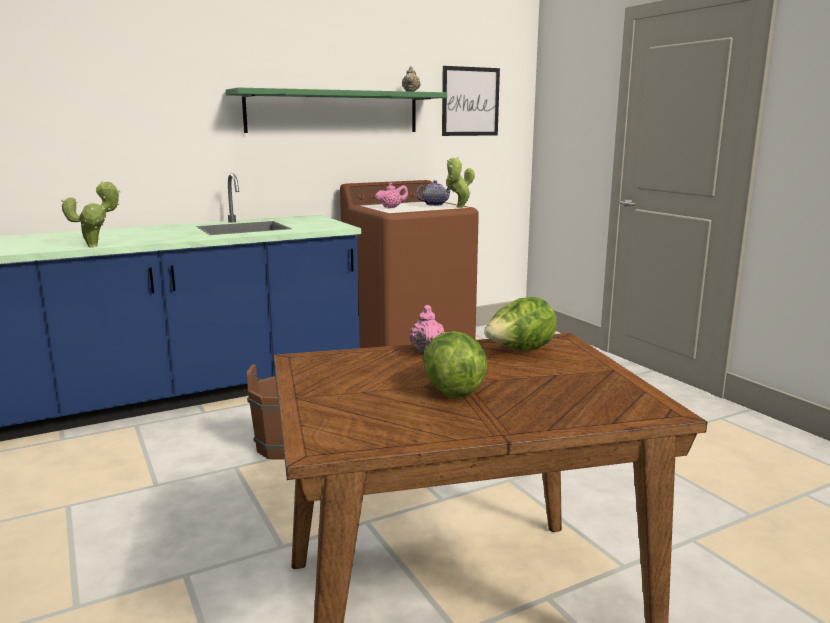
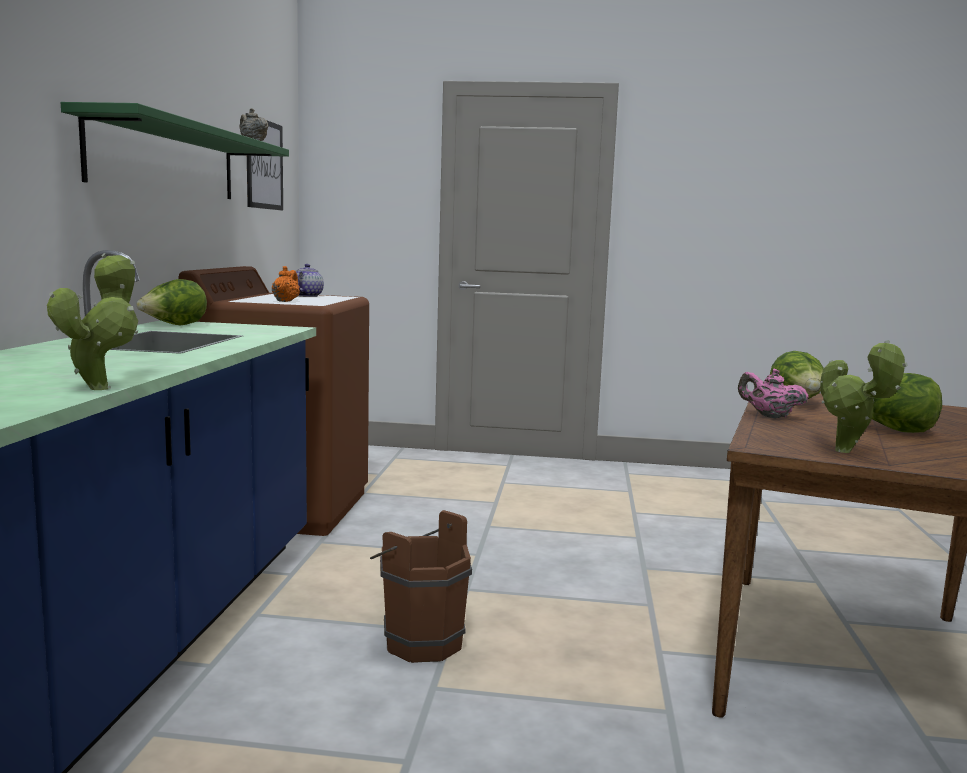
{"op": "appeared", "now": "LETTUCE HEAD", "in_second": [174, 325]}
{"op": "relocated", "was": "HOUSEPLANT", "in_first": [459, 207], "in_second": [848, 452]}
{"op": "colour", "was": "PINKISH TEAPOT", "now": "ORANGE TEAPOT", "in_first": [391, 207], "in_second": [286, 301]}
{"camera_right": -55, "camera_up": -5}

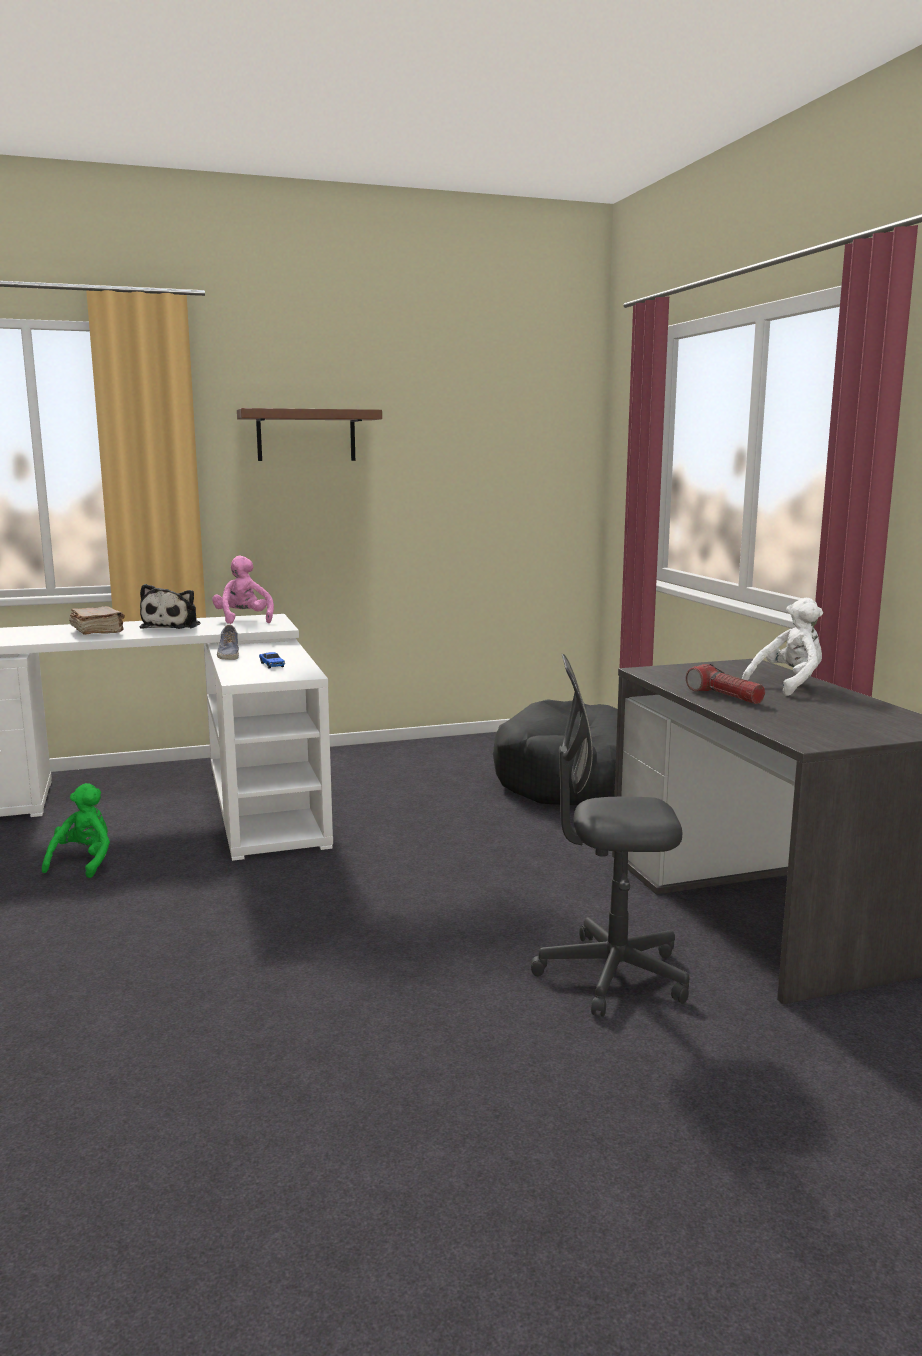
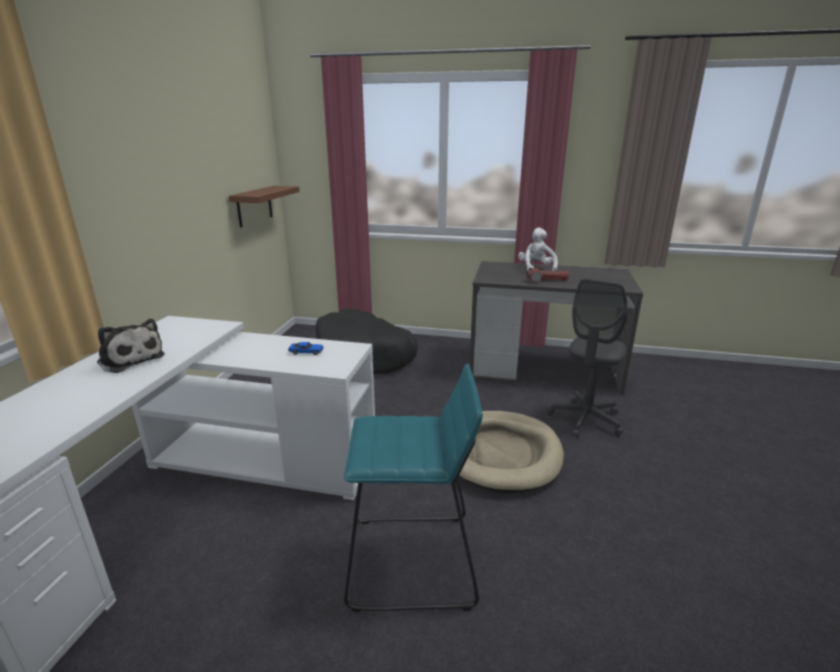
{"op": "missing", "was": "GREEN CUDDLY TOY", "in_first": [84, 862]}
{"op": "missing", "was": "BROWN BOOK", "in_first": [98, 632]}
{"op": "missing", "was": "PINKISH CUDDLY TOY", "in_first": [243, 620]}
{"op": "missing", "was": "ITEM OF FOOTWEAR", "in_first": [228, 654]}
{"op": "appeared", "now": "TURQUOISE STOOL", "in_second": [411, 561]}
{"op": "appeared", "now": "SAND-COLOURED DOG BED", "in_second": [502, 454]}
{"op": "relocated", "was": "BROWN SHELF", "in_first": [306, 435], "in_second": [254, 206]}
{"camera_right": -60, "camera_up": 10}

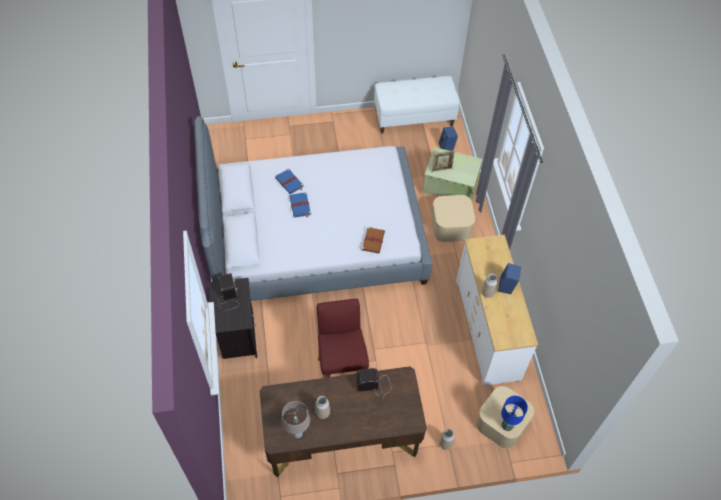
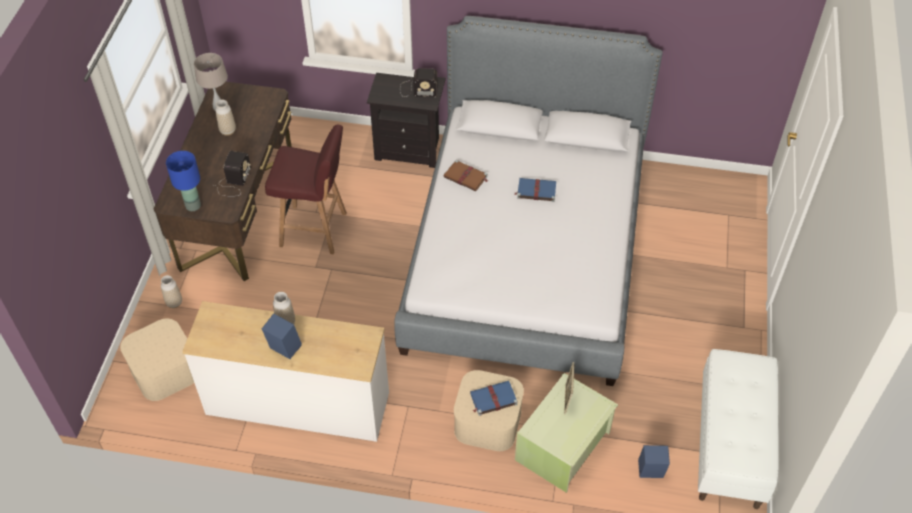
{"op": "relocated", "was": "BLUE BOOK", "in_first": [289, 182], "in_second": [492, 399]}
{"op": "relocated", "was": "BROWN BOOK", "in_first": [373, 240], "in_second": [466, 177]}
{"op": "relocated", "was": "BLUE TABLE LAMP", "in_first": [507, 426], "in_second": [192, 206]}
{"camera_right": 110, "camera_up": -5}

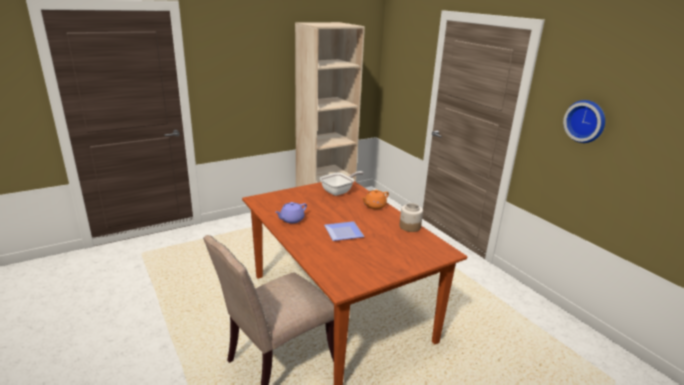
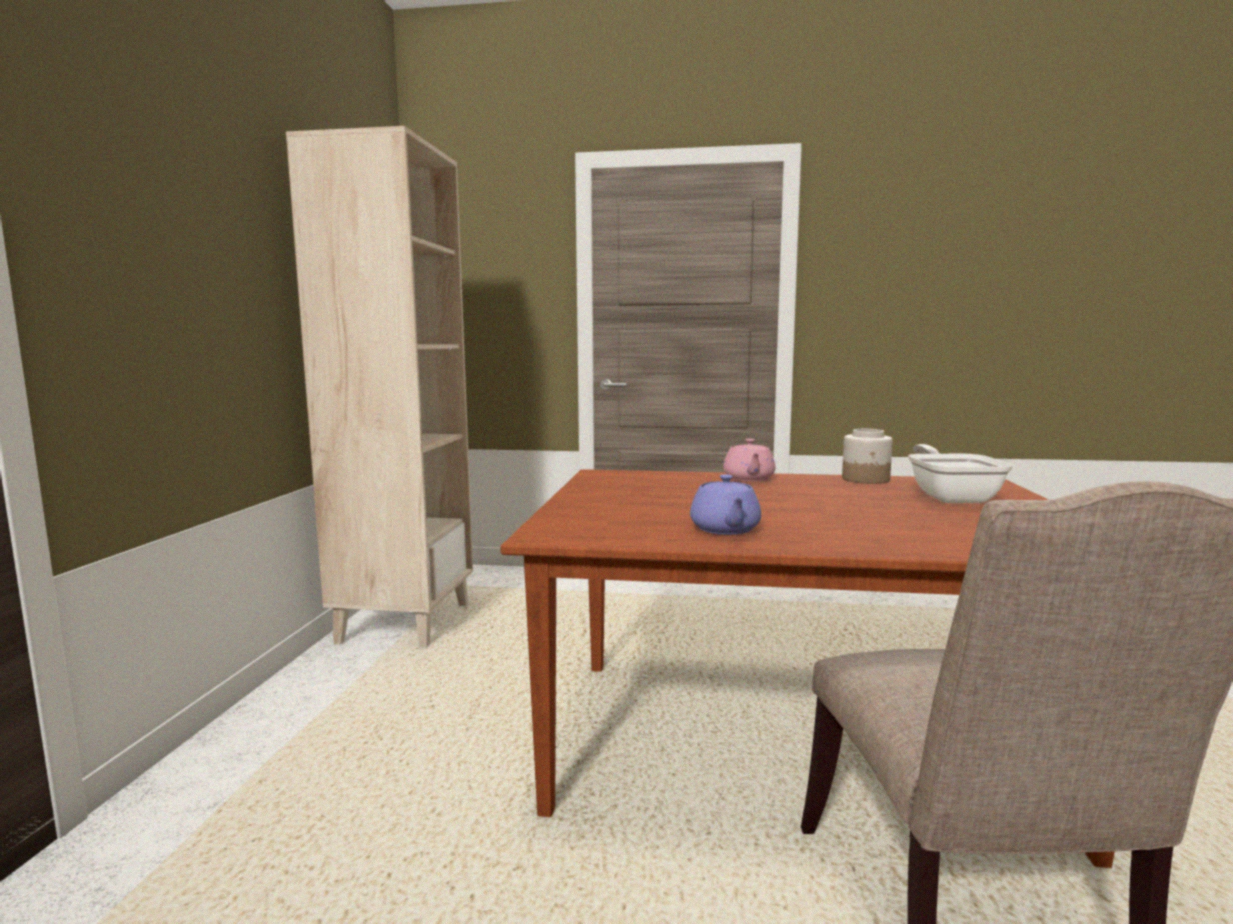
{"op": "missing", "was": "FLAT DISH", "in_first": [344, 232]}
{"op": "missing", "was": "HANGING CLOCK", "in_first": [586, 121]}
{"op": "relocated", "was": "FRYING PAN", "in_first": [339, 191], "in_second": [951, 497]}
{"op": "colour", "was": "ORANGE TEAPOT", "now": "PINKISH TEAPOT", "in_first": [374, 206], "in_second": [749, 479]}
{"camera_right": -50, "camera_up": -15}

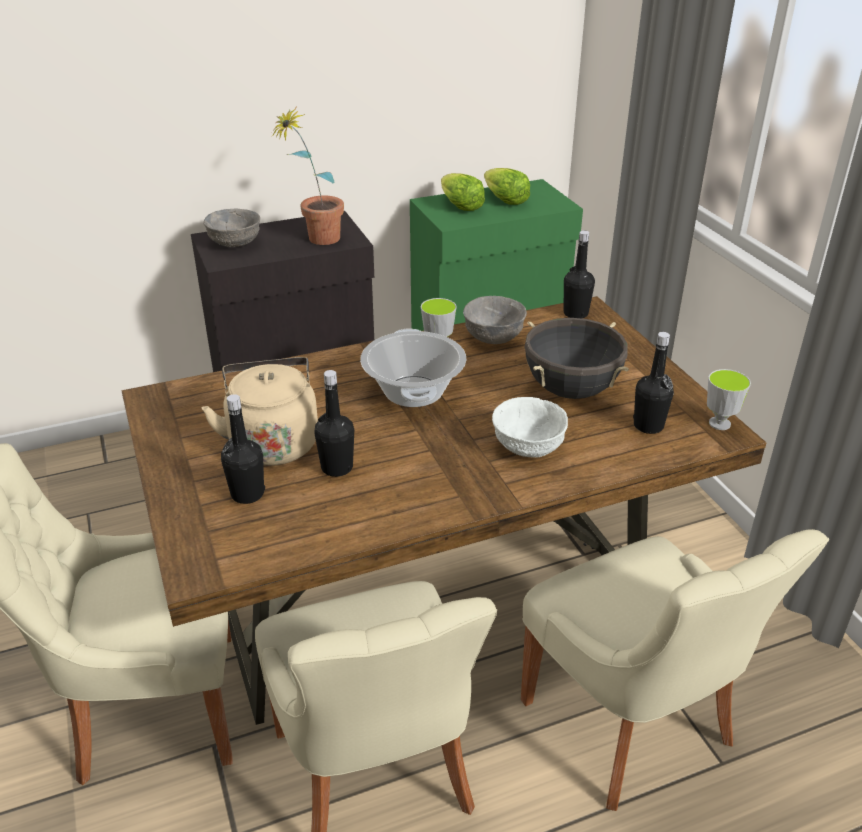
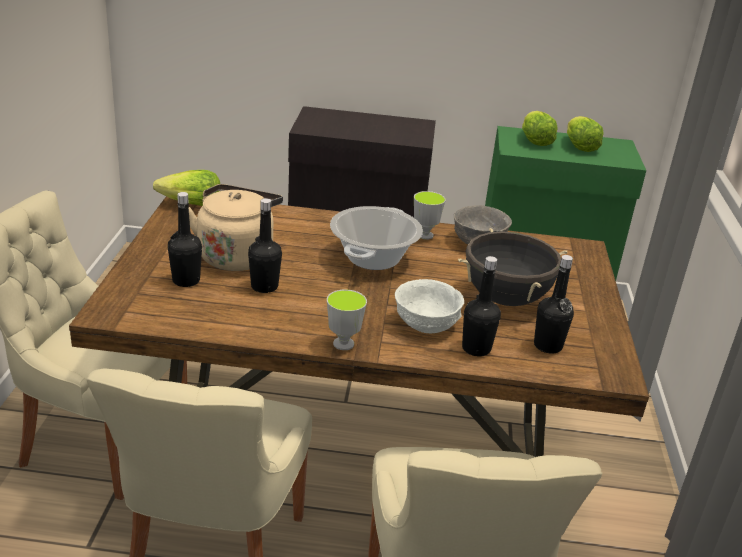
{"op": "missing", "was": "GREYISH DEEP DISH", "in_first": [234, 244]}
{"op": "missing", "was": "HOUSEPLANT", "in_first": [316, 241]}
{"op": "appeared", "now": "LETTUCE HEAD", "in_second": [190, 204]}
{"op": "relocated", "was": "BLACK-COLOURED DRINK BOTTLE", "in_first": [575, 313], "in_second": [476, 348]}
{"op": "relocated", "was": "SMALL CUP", "in_first": [719, 423], "in_second": [343, 344]}
{"camera_right": 25, "camera_up": -5}

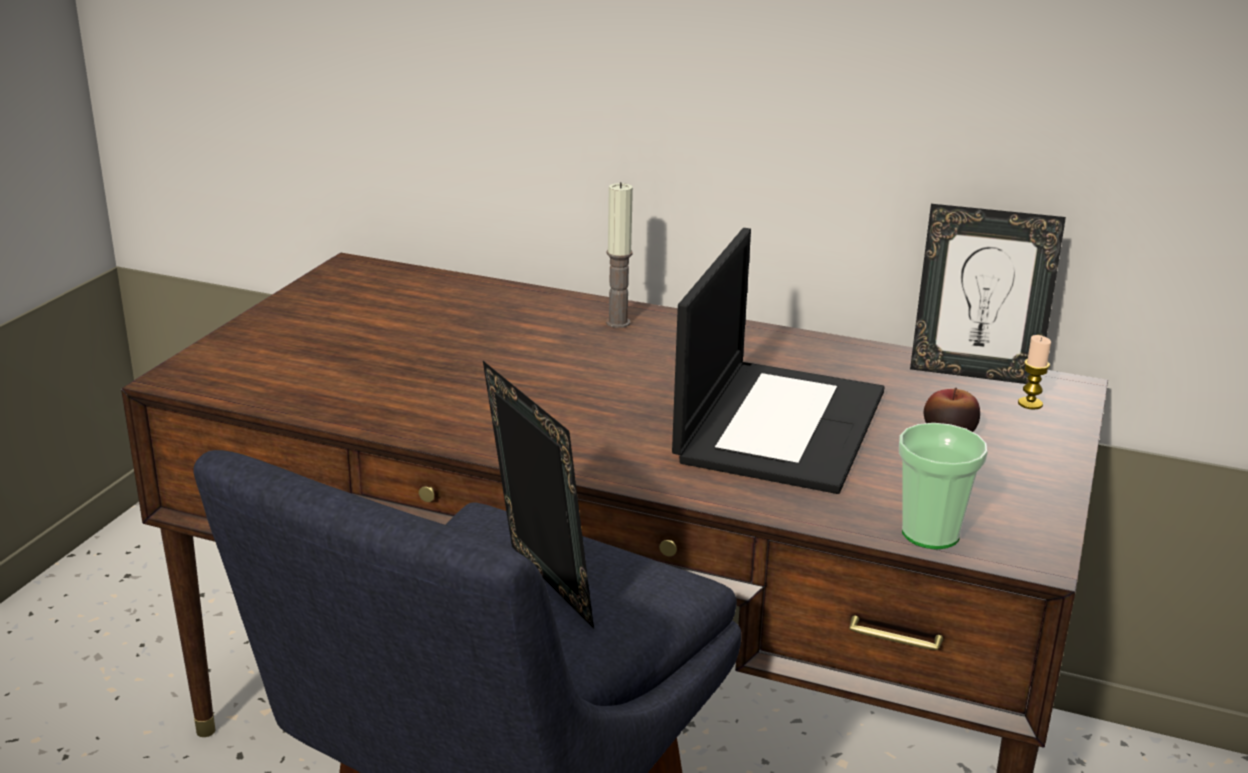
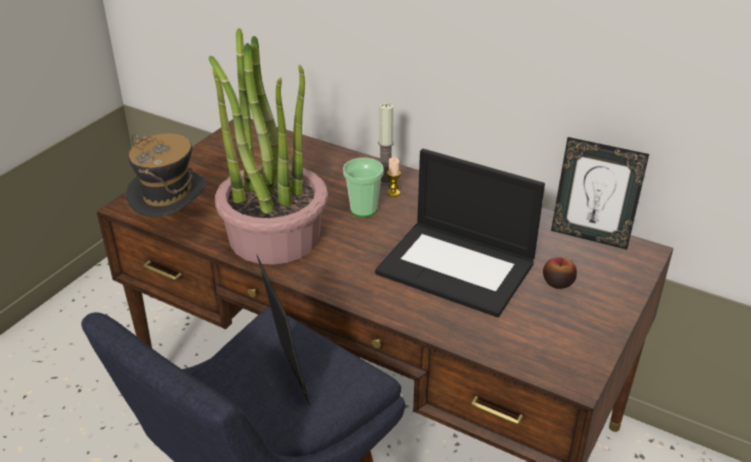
{"op": "appeared", "now": "CLOTHING HAT", "in_second": [173, 225]}
{"op": "appeared", "now": "HOUSEPLANT", "in_second": [274, 235]}
{"op": "relocated", "was": "SMALL CUP", "in_first": [930, 534], "in_second": [363, 209]}
{"op": "relocated", "was": "WAX LIGHT", "in_first": [1030, 404], "in_second": [393, 193]}
{"op": "spun", "was": "NOTEBOOK COMPUTER", "in_first": [780, 424], "in_second": [458, 267], "clockwise": 90}
{"camera_right": 10, "camera_up": 10}

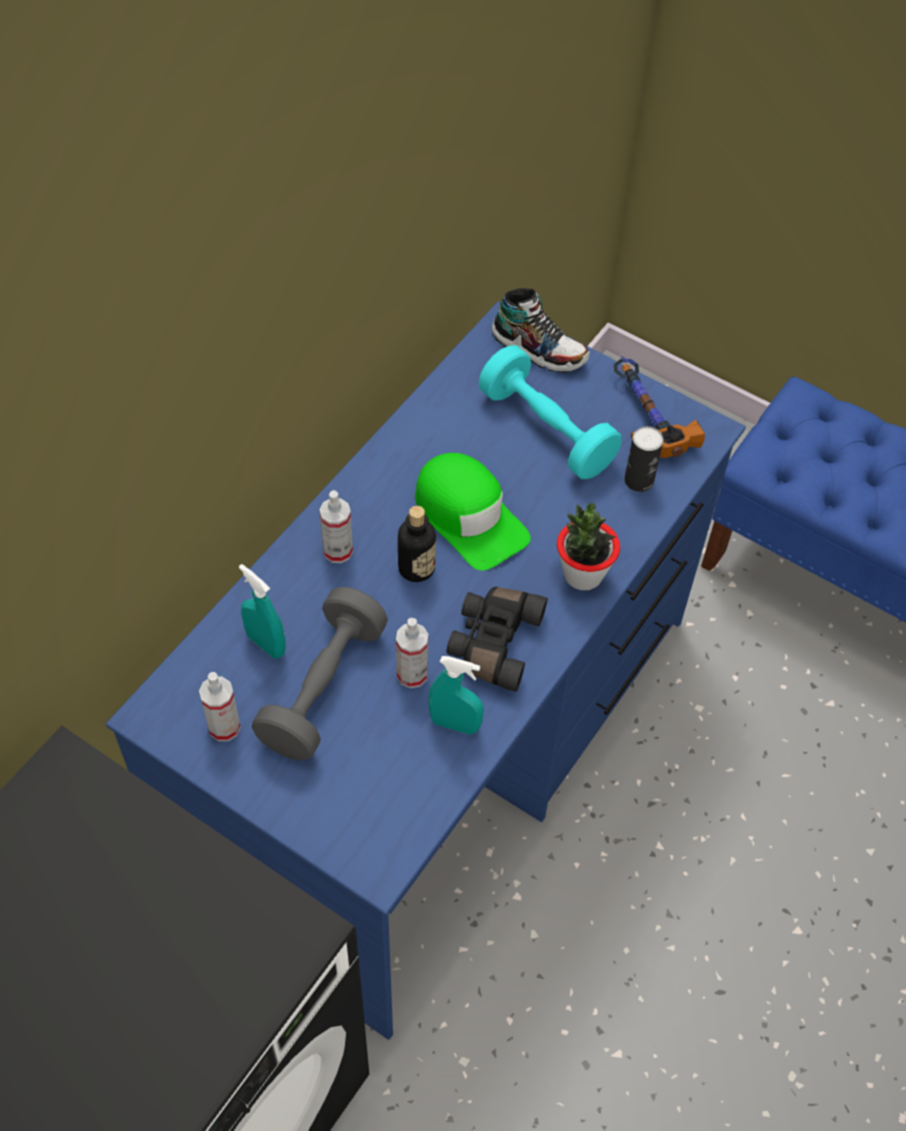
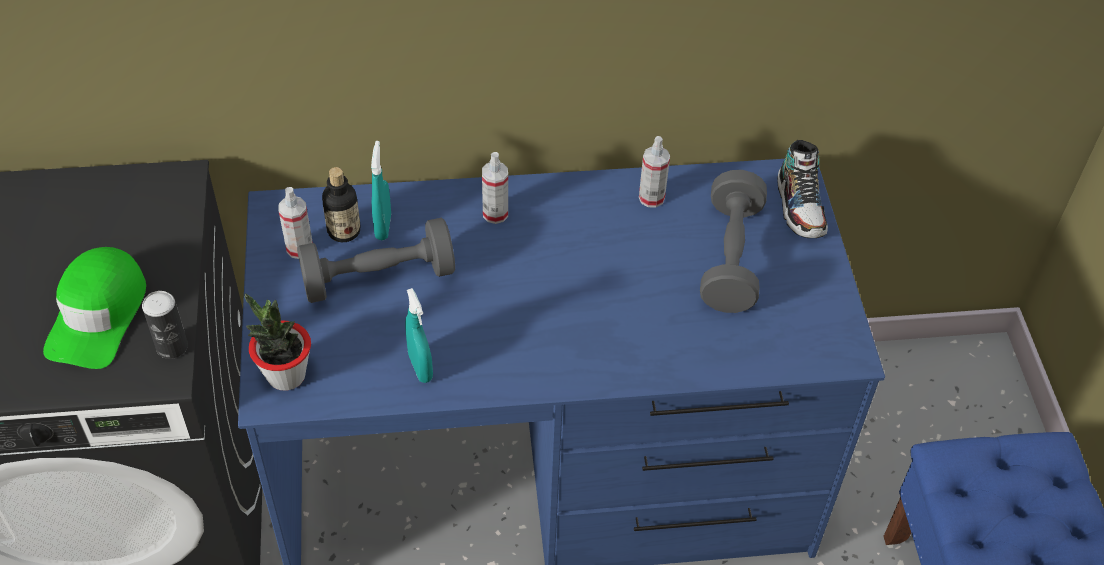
{"op": "missing", "was": "BLACK-COLOURED PAIR OF BINOCULARS", "in_first": [493, 642]}
{"op": "missing", "was": "HAND HAMMER", "in_first": [644, 415]}
{"op": "relocated", "was": "SPRAYER", "in_first": [412, 674], "in_second": [651, 198]}
{"op": "relocated", "was": "DRINK BOTTLE", "in_first": [416, 568], "in_second": [344, 231]}
{"op": "relocated", "was": "GREEN PEAKED CAP", "in_first": [469, 517], "in_second": [99, 315]}
{"op": "relocated", "was": "HOUSEPLANT", "in_first": [582, 575], "in_second": [286, 375]}
{"op": "relocated", "was": "METAL CAN", "in_first": [639, 480], "in_second": [172, 346]}
{"op": "colour", "was": "TURQUOISE HAND WEIGHT", "now": "GREYISH HAND WEIGHT", "in_first": [546, 430], "in_second": [730, 258]}
{"camera_right": 50, "camera_up": -5}

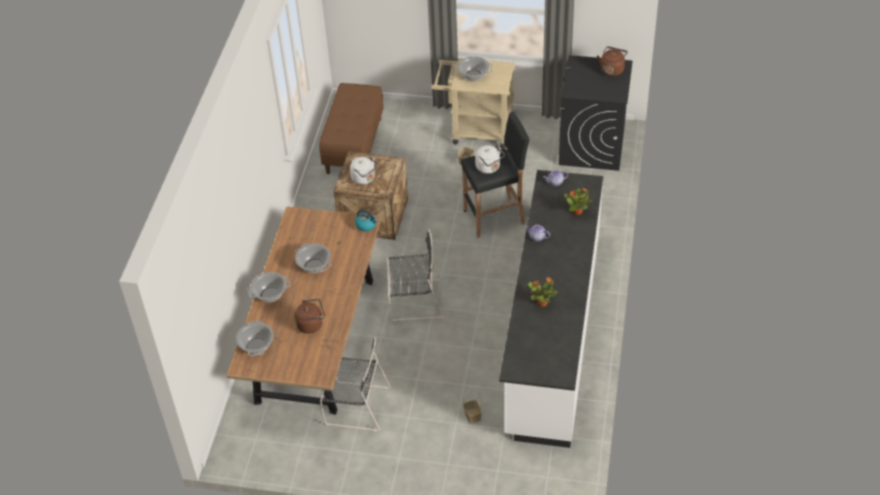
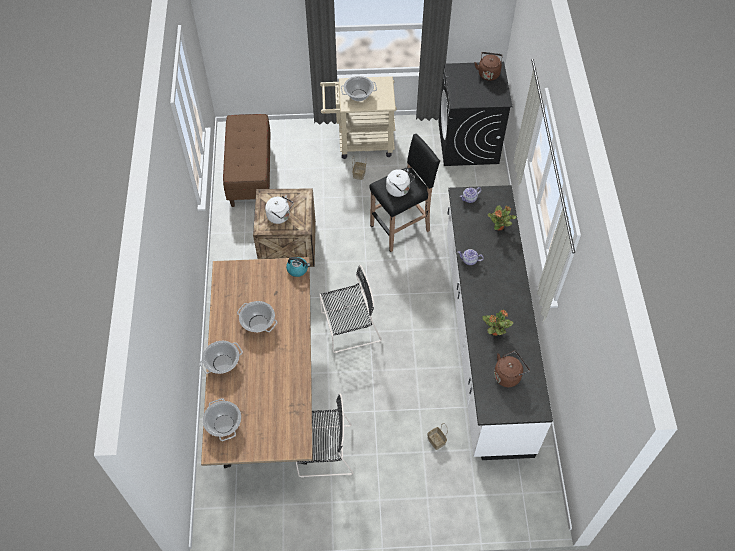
{"op": "relocated", "was": "BROWN TEA KETTLE", "in_first": [311, 324], "in_second": [508, 375]}
{"camera_right": -15, "camera_up": 10}

